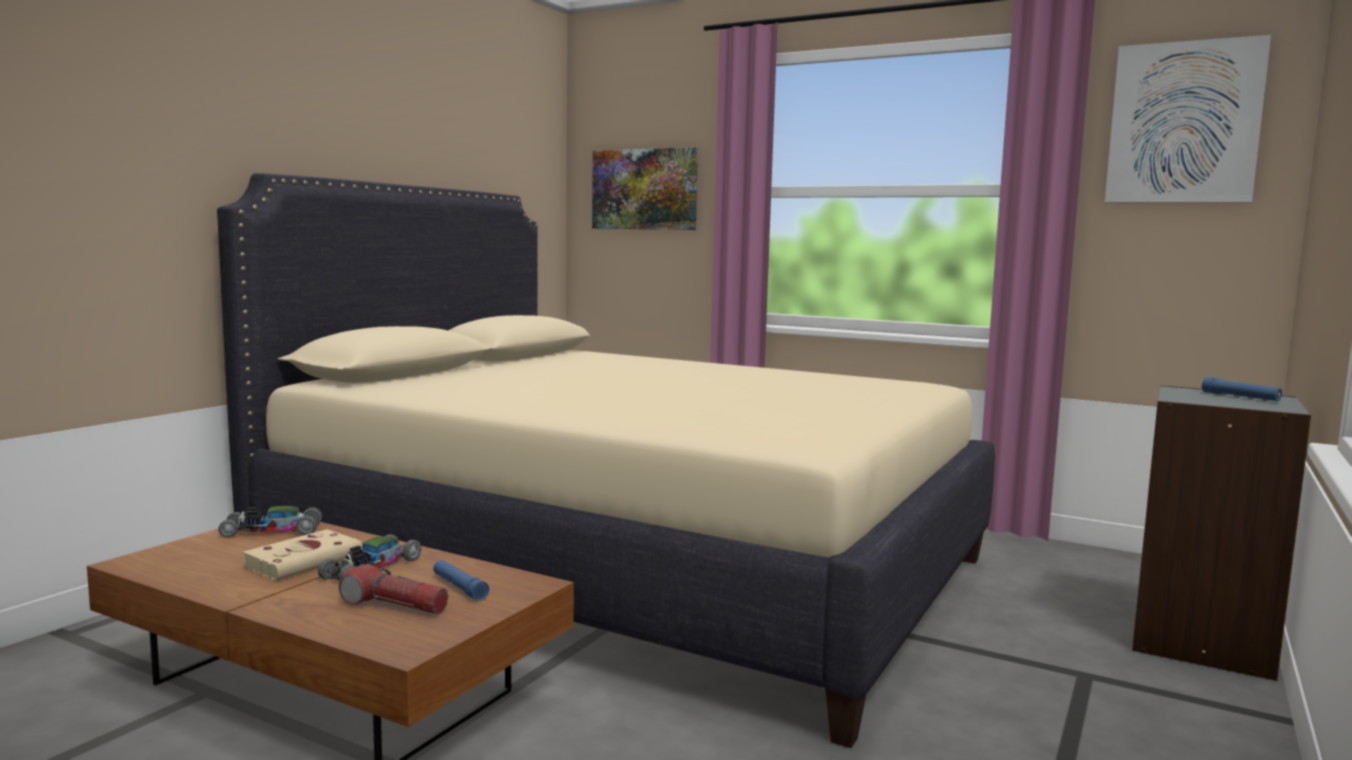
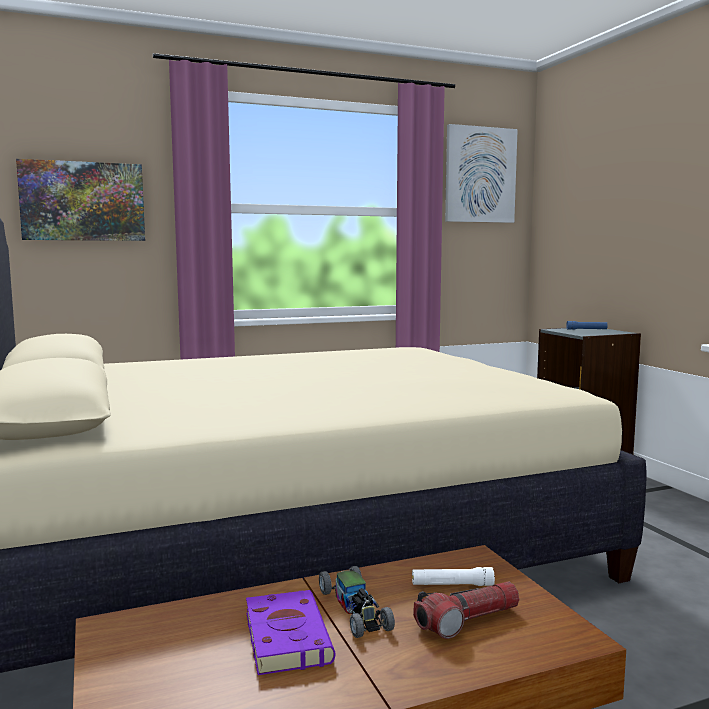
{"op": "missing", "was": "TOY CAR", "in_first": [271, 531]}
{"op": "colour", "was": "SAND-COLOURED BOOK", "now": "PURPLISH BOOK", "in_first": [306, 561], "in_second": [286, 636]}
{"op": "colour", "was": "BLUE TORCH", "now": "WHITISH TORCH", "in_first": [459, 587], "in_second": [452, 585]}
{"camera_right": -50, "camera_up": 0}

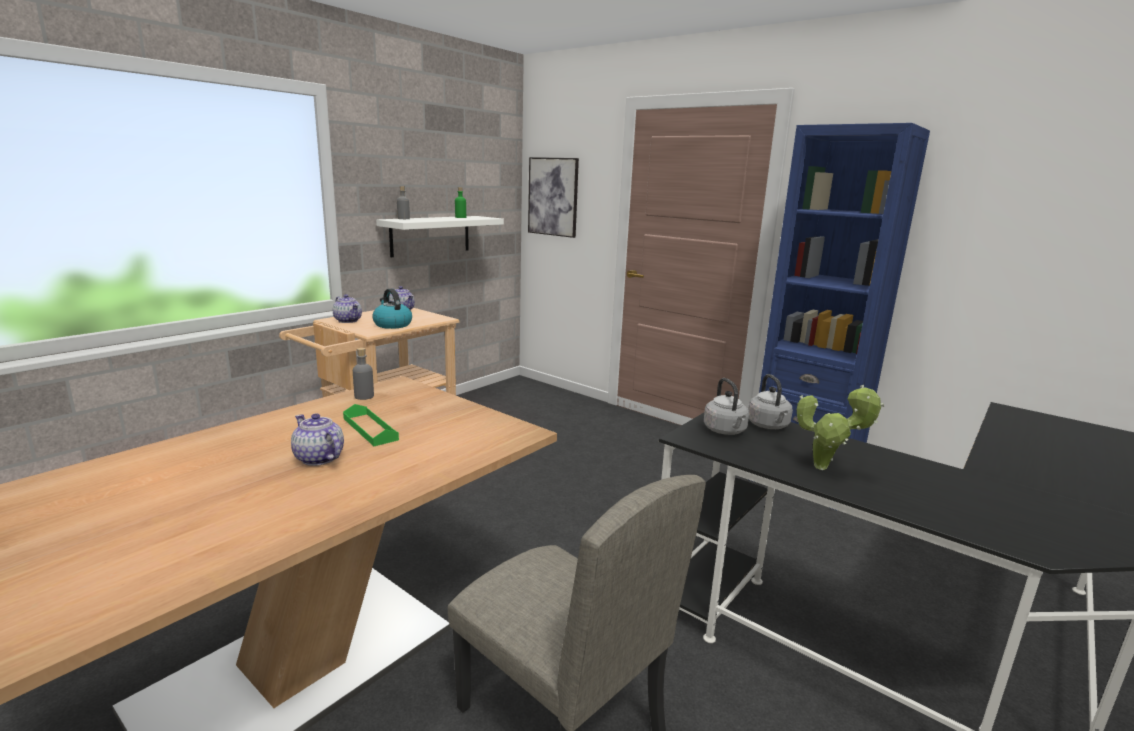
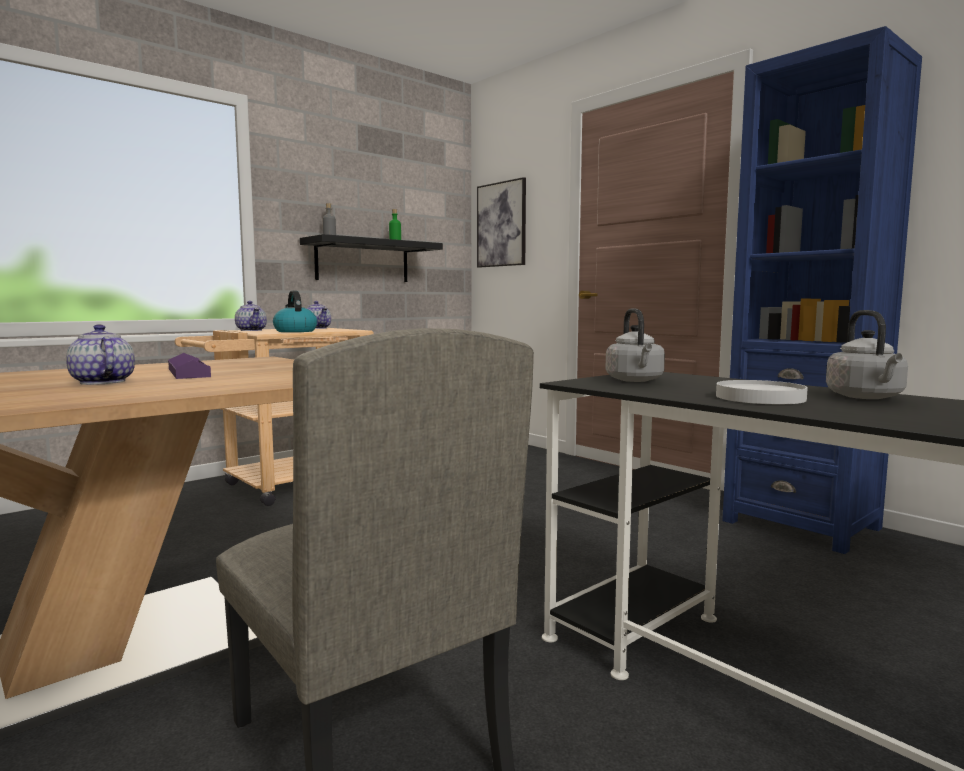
{"op": "missing", "was": "GREYISH DRINK BOTTLE", "in_first": [364, 396]}
{"op": "relocated", "was": "GREYISH TEA KETTLE", "in_first": [769, 426], "in_second": [866, 397]}
{"op": "exchanged", "was": "HOUSEPLANT", "now": "WHITISH FLAT DISH", "in_first": [825, 468], "in_second": [760, 397]}
{"op": "colour", "was": "GREEN CARRYING TRAY", "now": "PURPLISH CARRYING TRAY", "in_first": [370, 429], "in_second": [188, 373]}
{"op": "colour", "was": "WHITISH SHELF", "now": "BLACK-COLOURED SHELF", "in_first": [430, 235], "in_second": [362, 261]}
{"camera_right": 10, "camera_up": -10}

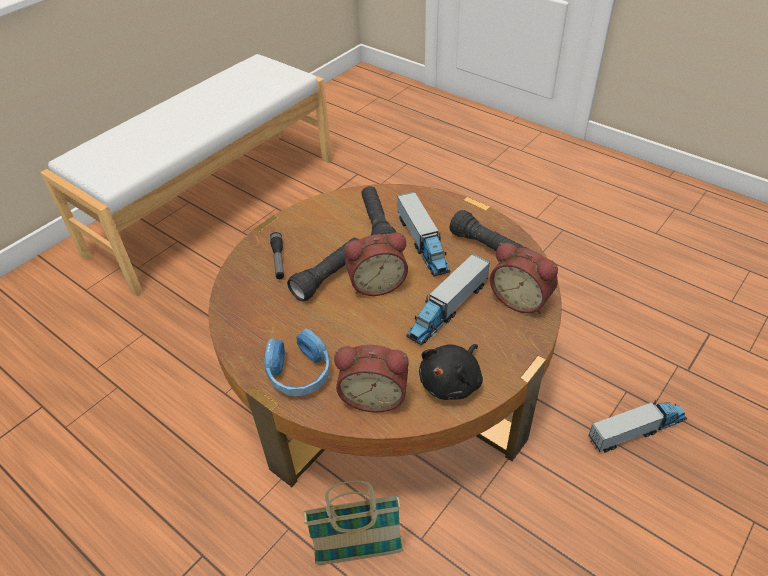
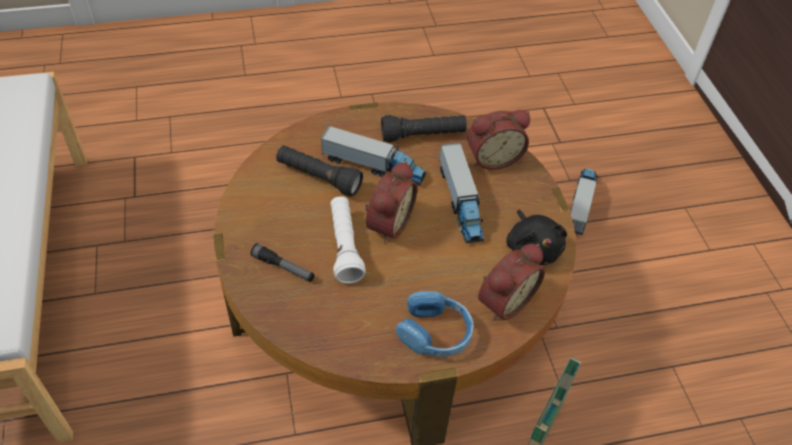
{"op": "colour", "was": "BLACK-COLOURED TORCH", "now": "WHITISH TORCH", "in_first": [329, 276], "in_second": [344, 246]}
{"camera_right": -55, "camera_up": 5}

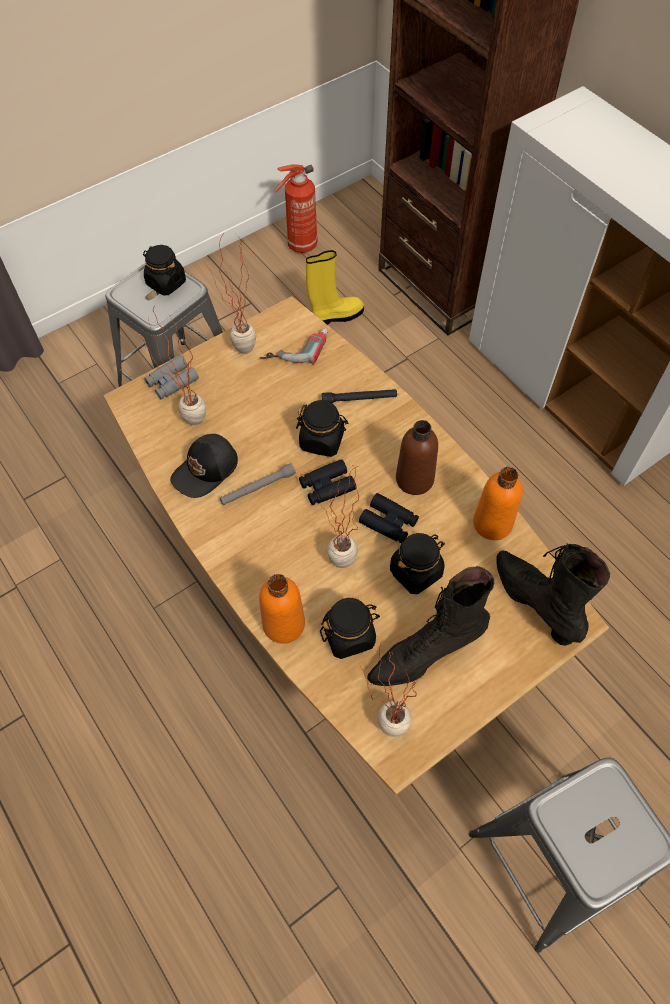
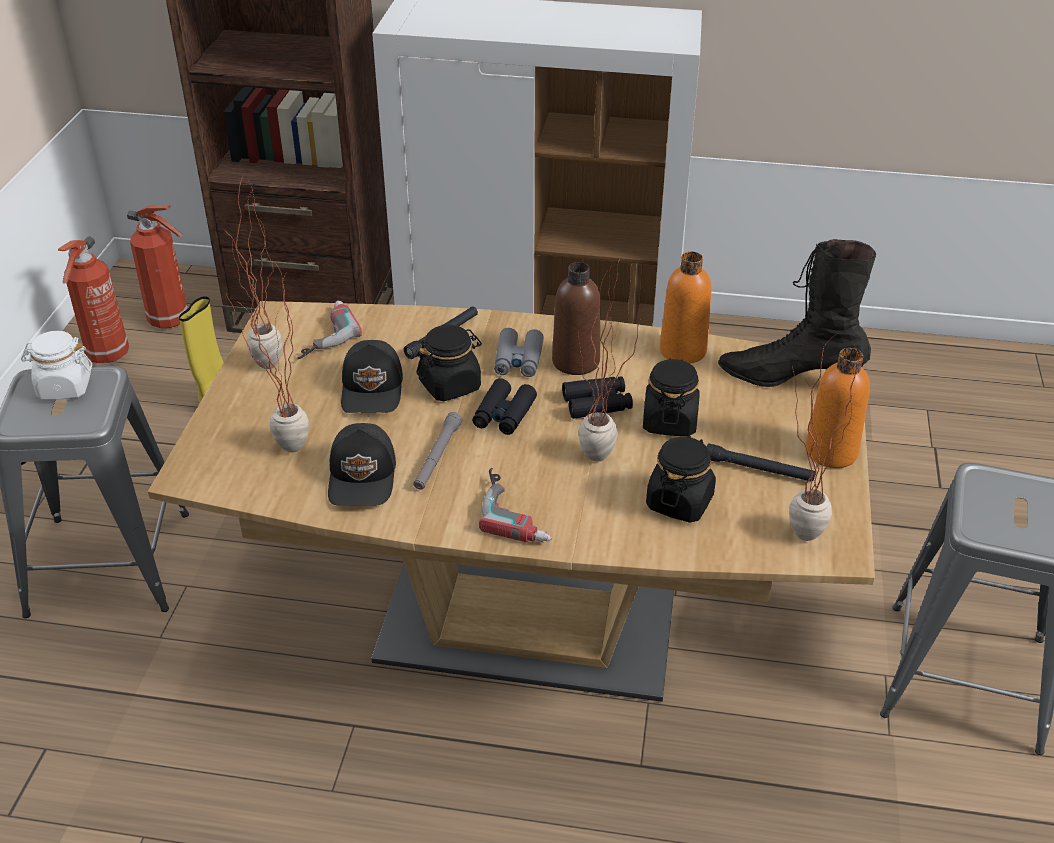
{"op": "appeared", "now": "FIRE EXTINGUISHER", "in_second": [171, 320]}
{"op": "appeared", "now": "BLACK-COLOURED PEAKED CAP", "in_second": [373, 389]}
{"op": "appeared", "now": "ELECTRIC DRILL", "in_second": [518, 511]}
{"op": "relocated", "was": "GREYISH PAIR OF BINOCULARS", "in_first": [172, 382], "in_second": [518, 360]}
{"op": "relocated", "was": "ORANGE DRINK BOTTLE", "in_first": [283, 624], "in_second": [831, 452]}
{"op": "exchanged", "was": "BLACK-COLOURED TALL BOOT", "now": "BLACK-COLOURED TORCH", "in_first": [425, 654], "in_second": [758, 470]}
{"op": "colour", "was": "BLACK-COLOURED JAR", "now": "WHITISH JAR", "in_first": [166, 283], "in_second": [64, 387]}
{"camera_right": -45, "camera_up": -20}

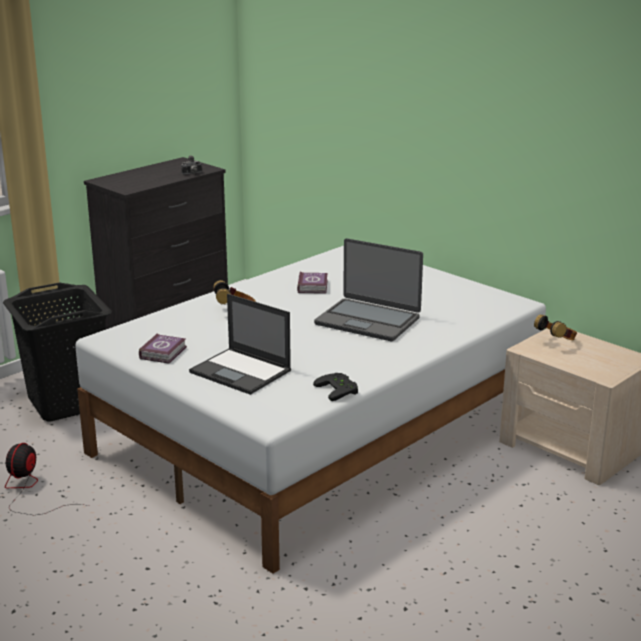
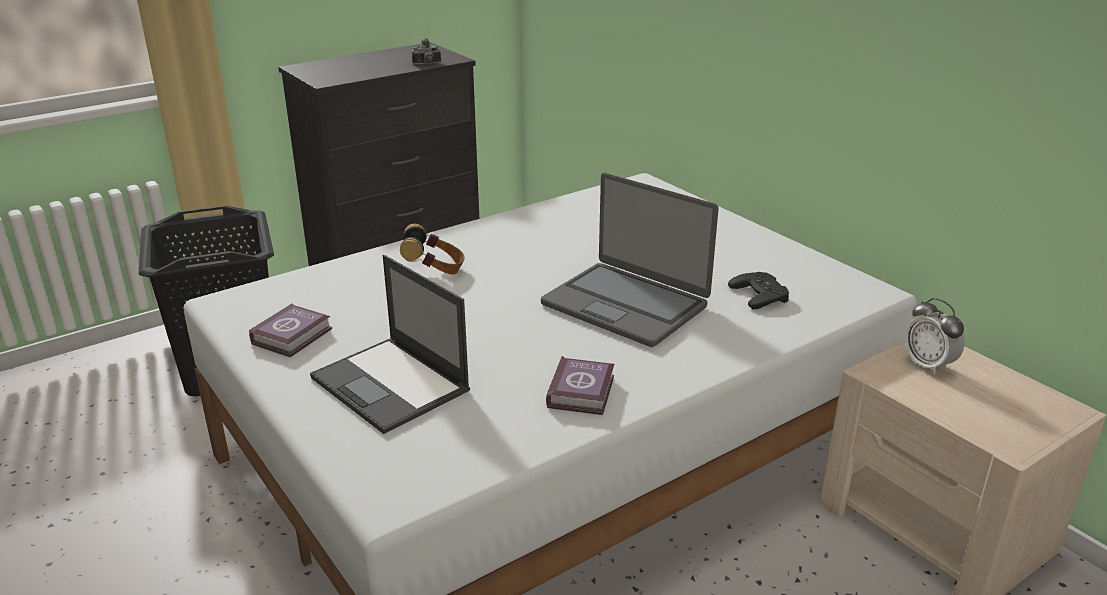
{"op": "missing", "was": "ELECTRIC FAN", "in_first": [29, 491]}
{"op": "relocated", "was": "BOOK", "in_first": [313, 286], "in_second": [583, 391]}
{"op": "relocated", "was": "BLACK-COLOURED JOYPAD", "in_first": [339, 389], "in_second": [763, 294]}
{"op": "exchanged", "was": "HEADPHONES", "now": "ALARM CLOCK", "in_first": [556, 342], "in_second": [928, 365]}
{"camera_right": 10, "camera_up": 5}

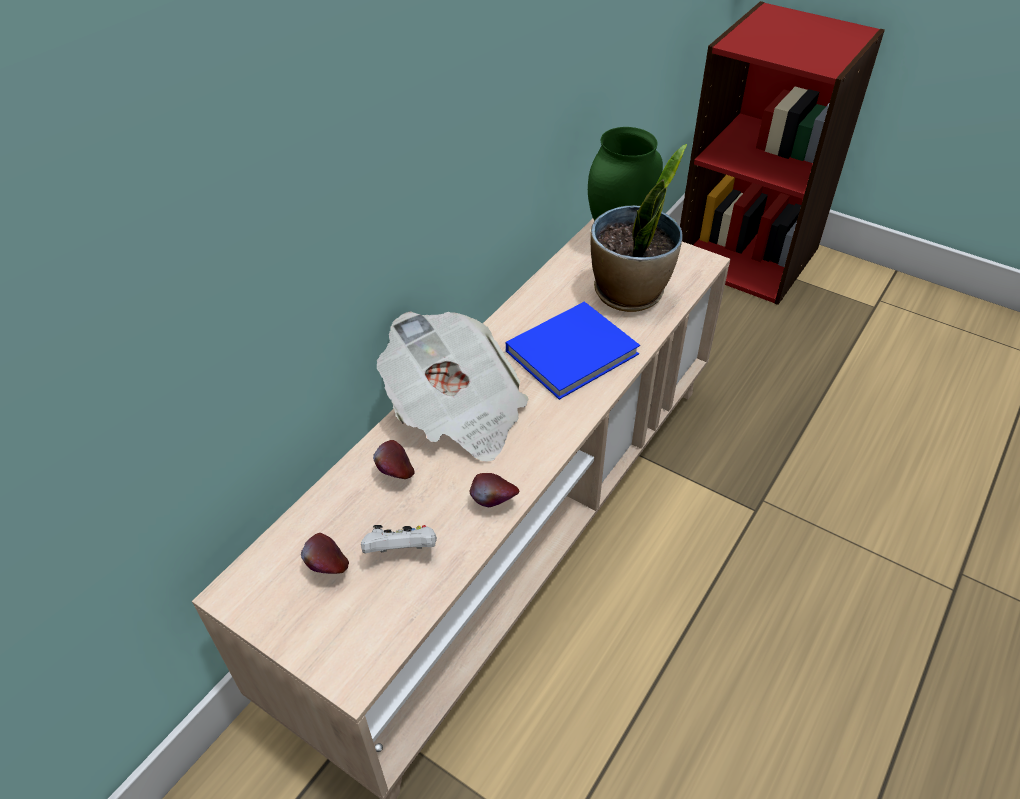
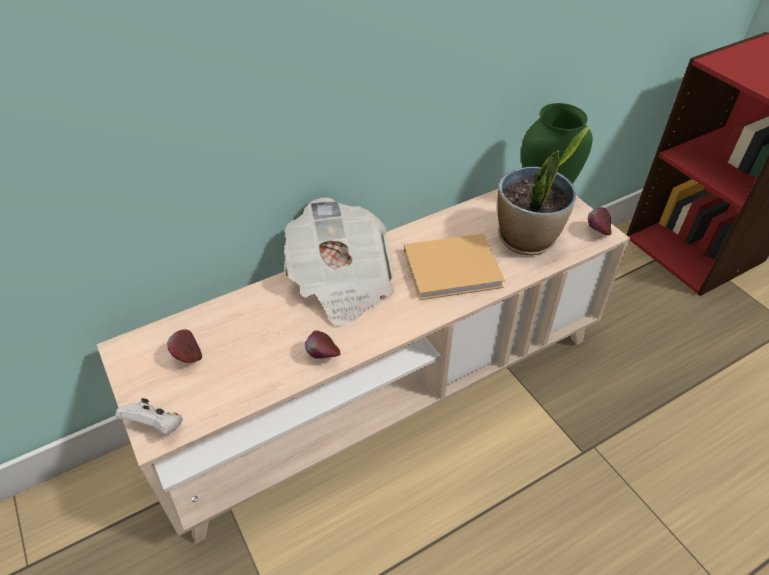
{"op": "relocated", "was": "WHITISH JOYPAD", "in_first": [401, 551], "in_second": [156, 426]}
{"op": "relocated", "was": "APPLE", "in_first": [395, 474], "in_second": [597, 232]}
{"op": "colour", "was": "BLUE BOOK", "now": "SAND-COLOURED BOOK", "in_first": [575, 351], "in_second": [455, 268]}
{"camera_right": 25, "camera_up": 0}

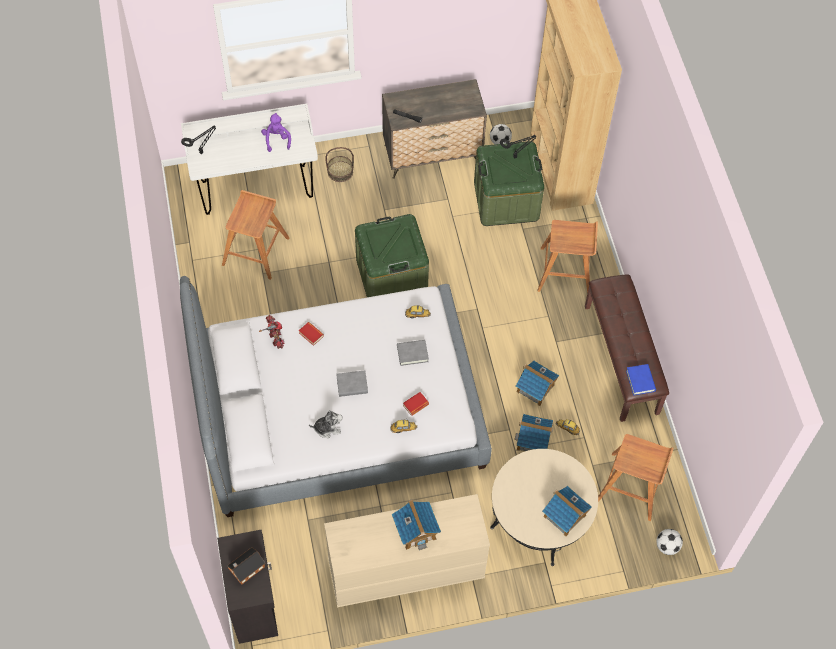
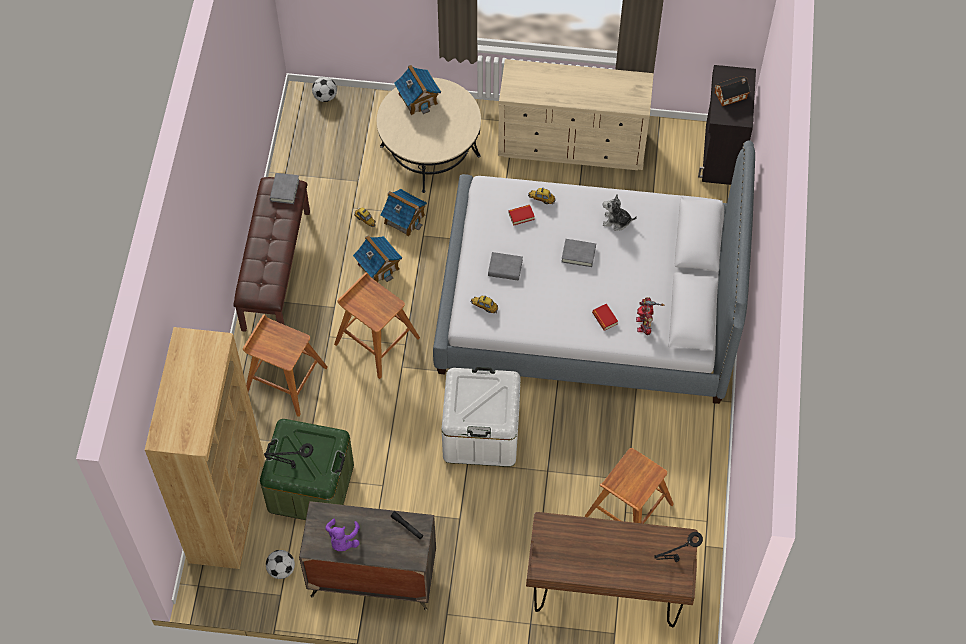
{"op": "missing", "was": "STORAGE BASKET", "in_first": [340, 171]}
{"op": "missing", "was": "TOY HOUSE", "in_first": [416, 530]}
{"op": "relocated", "was": "PURPLISH CUDDLY TOY", "in_first": [276, 139], "in_second": [343, 540]}
{"op": "relocated", "was": "BROWN STOOL", "in_first": [632, 487], "in_second": [376, 340]}
{"op": "colour", "was": "WHITISH DESK UNIT", "now": "BROWN DESK UNIT", "in_first": [256, 189], "in_second": [606, 595]}
{"op": "colour", "was": "GREEN STORAGE BIN", "now": "WHITISH STORAGE BIN", "in_first": [391, 275], "in_second": [481, 433]}
{"op": "colour", "was": "BLUE BOOK", "now": "GREYISH BOOK", "in_first": [640, 381], "in_second": [284, 190]}
{"camera_right": -160, "camera_up": 0}

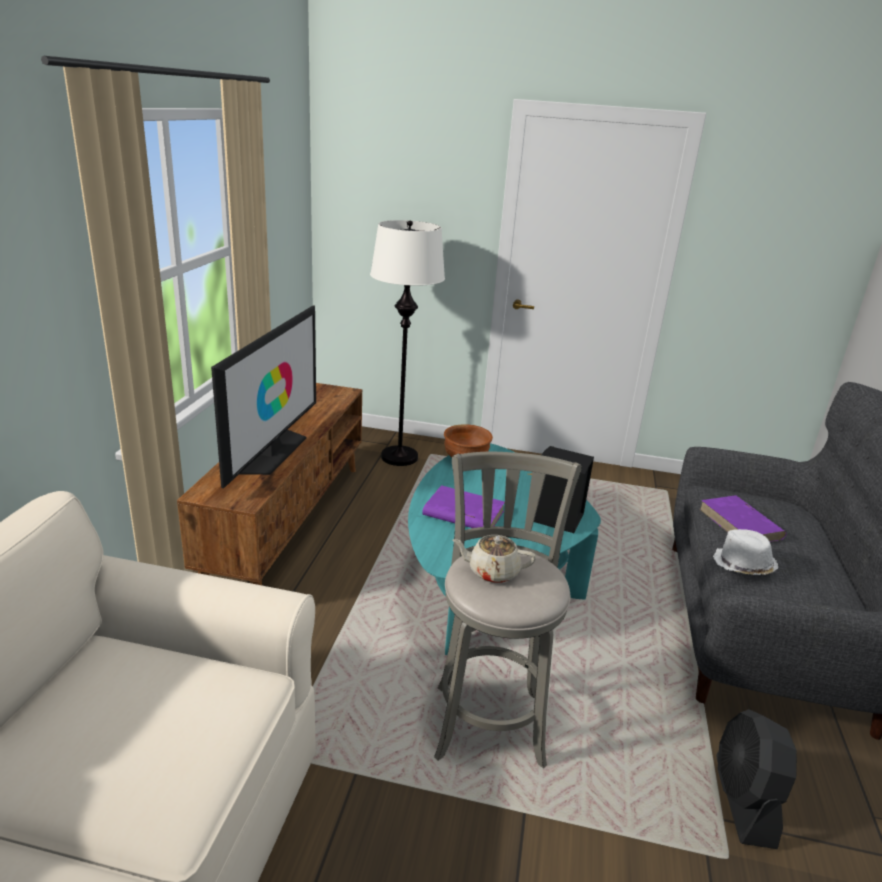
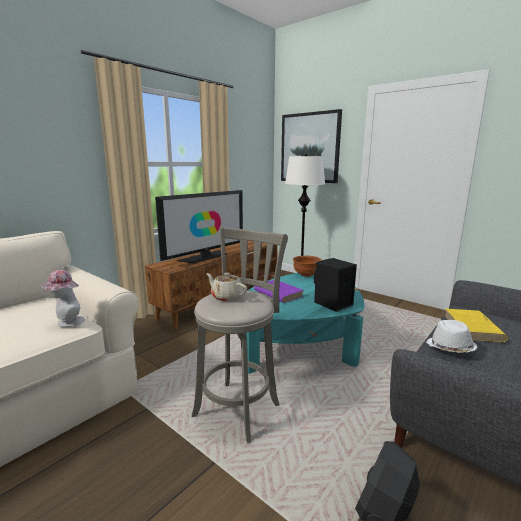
{"op": "appeared", "now": "CLOTHING HAT", "in_second": [67, 323]}
{"op": "appeared", "now": "WALL PICTURE", "in_second": [309, 148]}
{"op": "colour", "was": "PURPLISH BOOK", "now": "YELLOWISH BOOK", "in_first": [740, 524], "in_second": [473, 328]}
{"camera_right": 30, "camera_up": -10}

